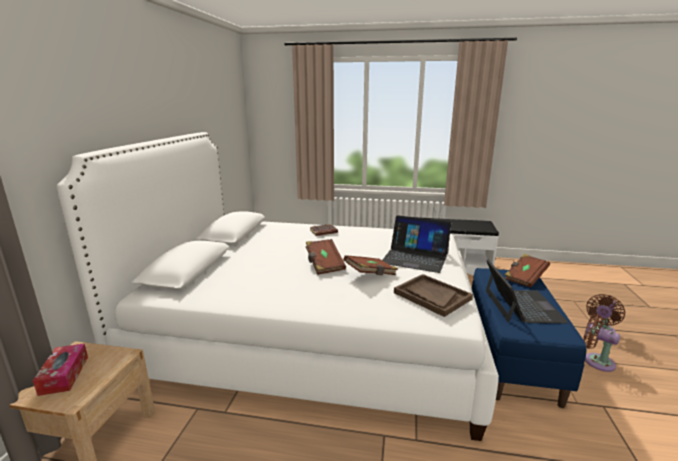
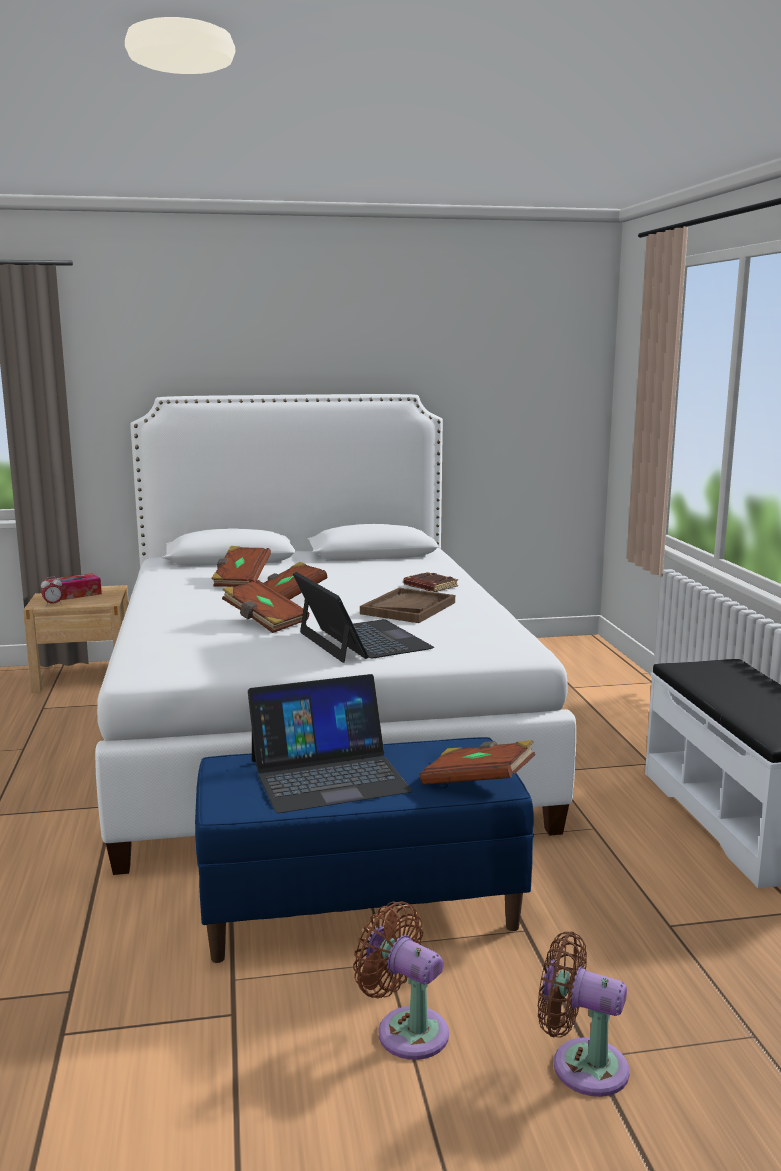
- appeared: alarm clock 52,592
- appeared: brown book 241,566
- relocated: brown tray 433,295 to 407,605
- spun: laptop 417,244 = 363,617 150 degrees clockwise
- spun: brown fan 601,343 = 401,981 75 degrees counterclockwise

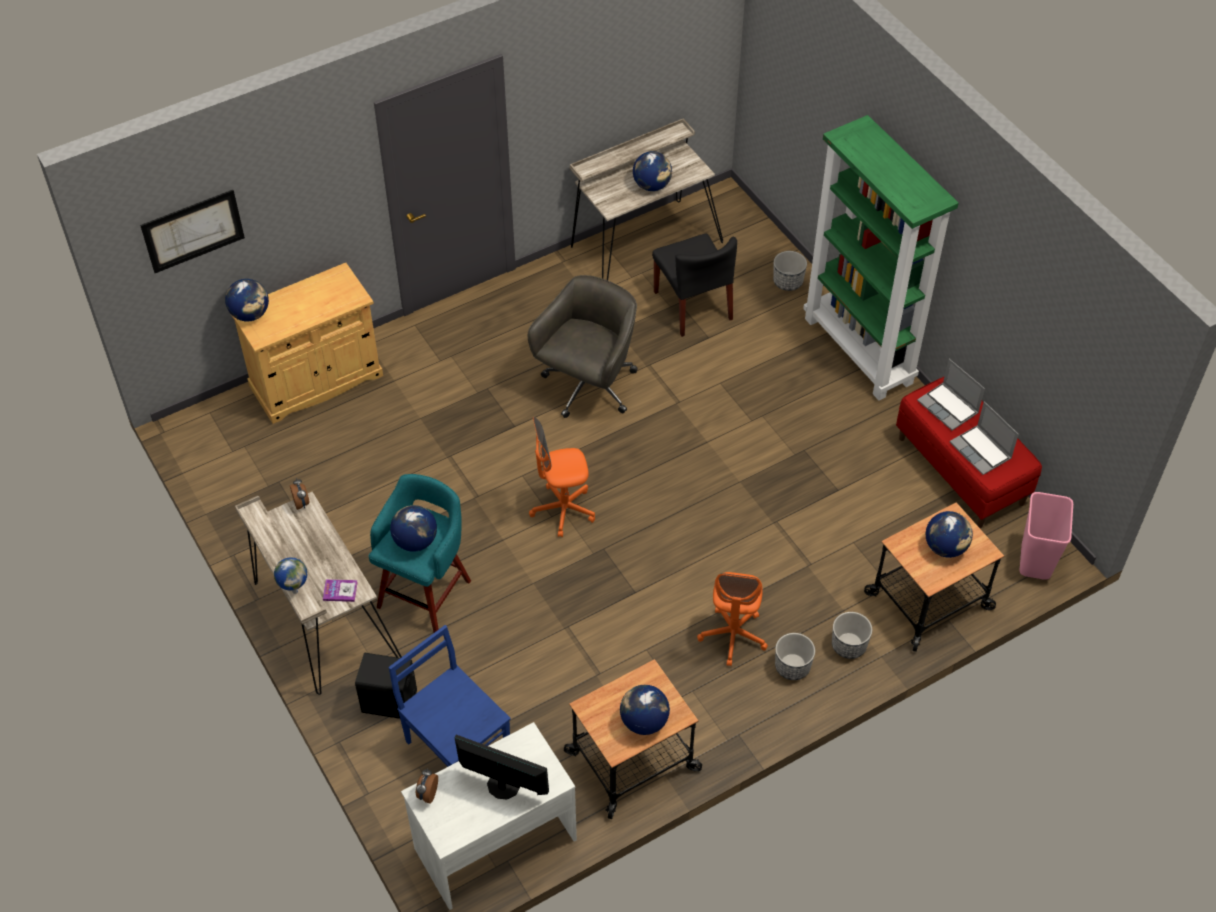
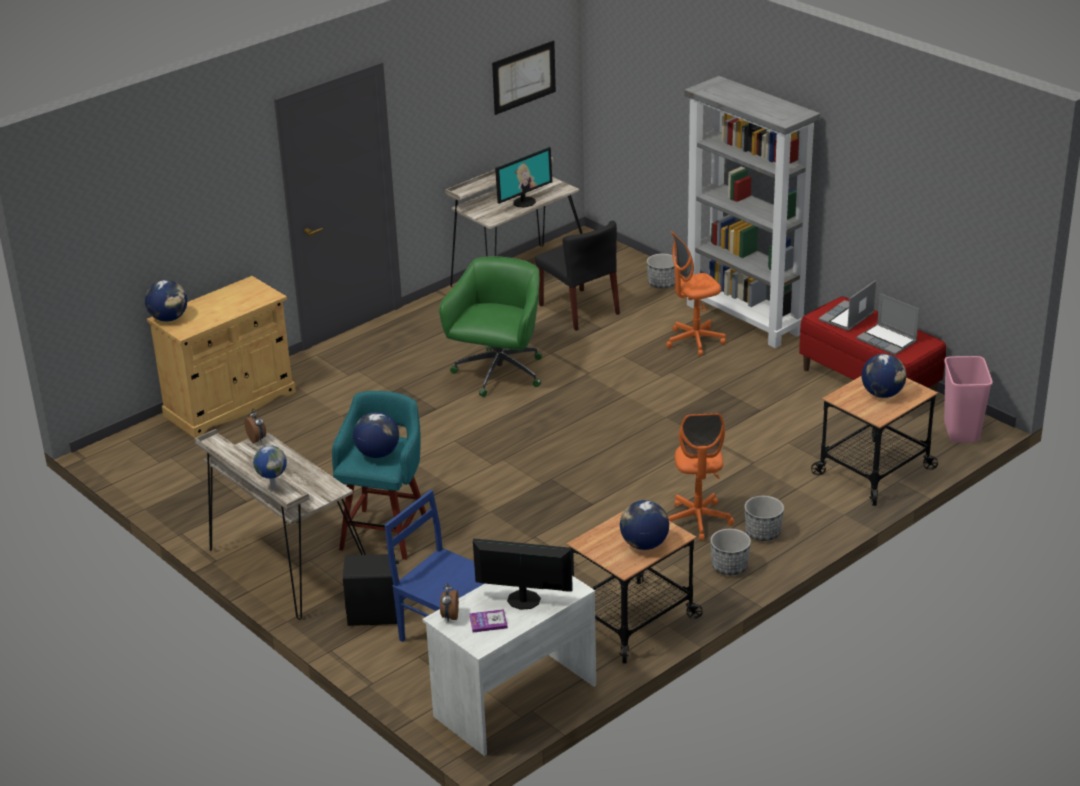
- relocated: picture 192,231 to 524,78
- relocated: book 340,590 to 488,620
- relocated: orange office chair 562,477 to 696,293
- relocated: planter 852,635 to 731,552
- exchanged: globe 652,171 to monitor 523,177
- colour: grey office chair 583,346 to green office chair 490,326
- colour: green bookcase 881,258 to grey bookcase 752,212
- spun: laptop 951,394 = 847,305 90 degrees clockwise

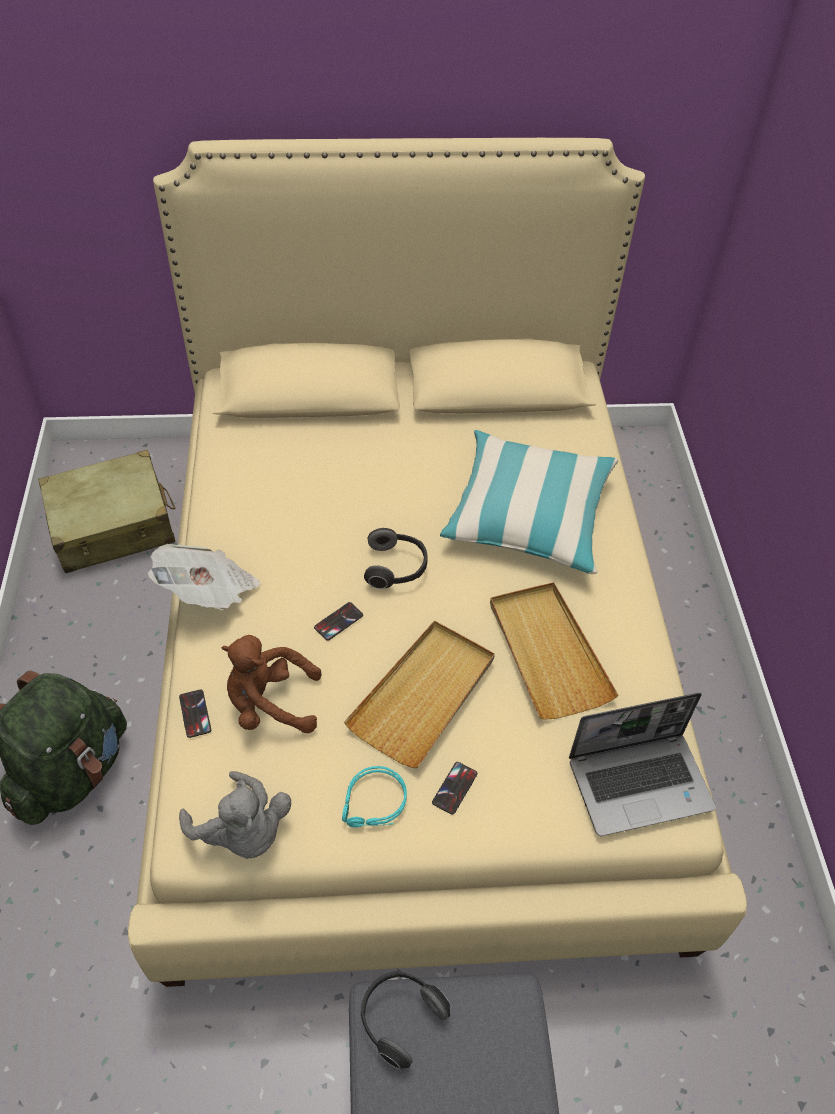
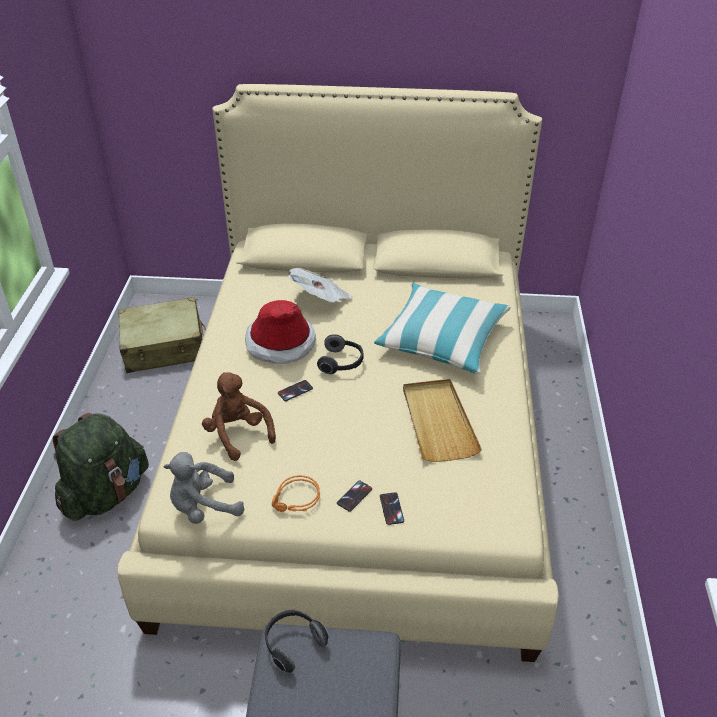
- missing: beige tray 419,694
- missing: laptop 642,764
- appeared: hat 280,332
- relocated: newspaper 203,577 to 320,285
- relocated: phone 195,713 to 392,508
- colour: turquoise headphones 374,797 to orange headphones 296,493
- spun: grey plush toy 235,815 = 204,488 105 degrees clockwise
- spun: brown plush toy 271,684 = 239,416 45 degrees clockwise

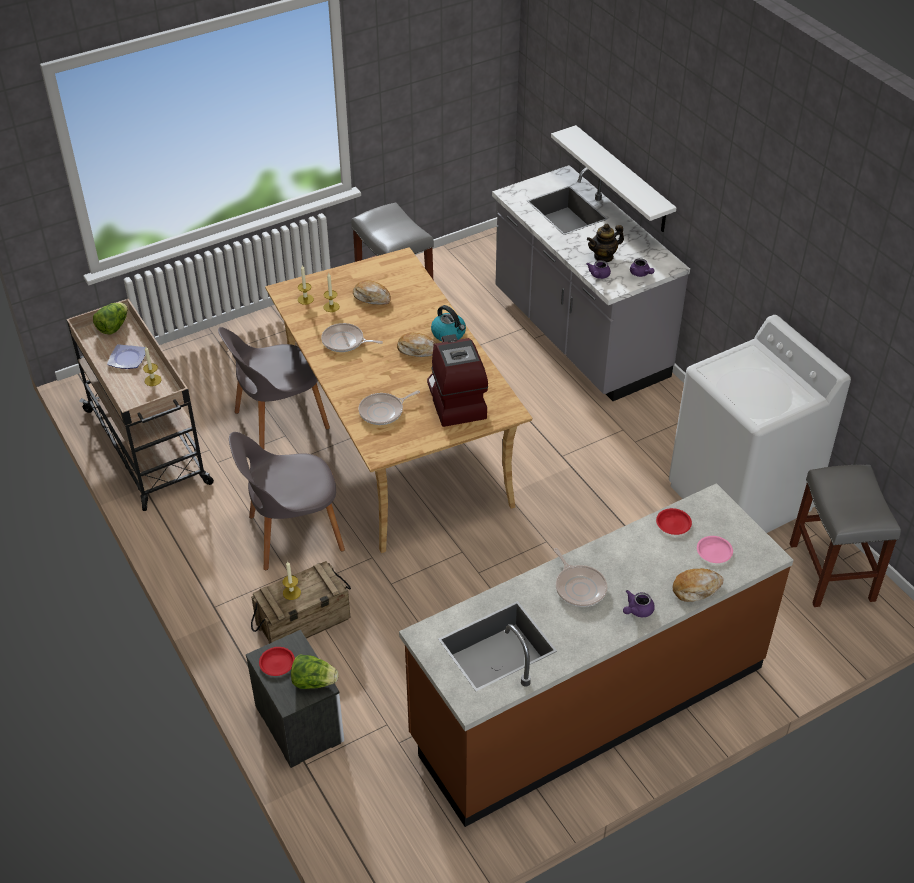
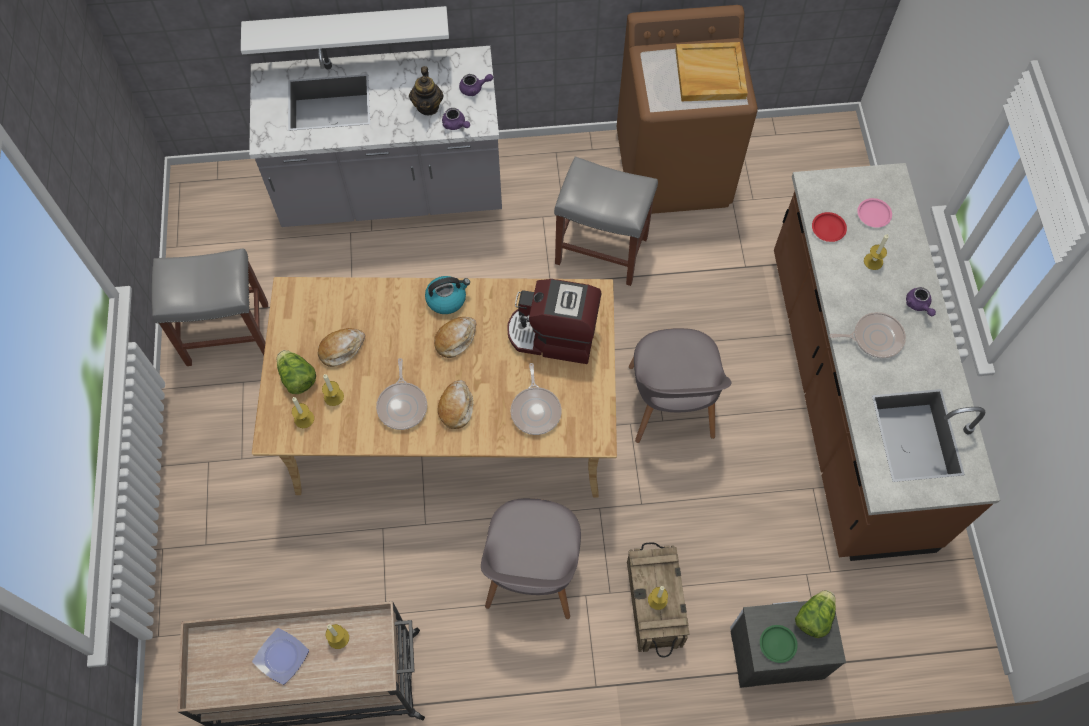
- appeared: beige tray 711,71
- appeared: candle 876,252
- relocated: lettuce 110,318 to 296,372
- relocated: grey chair 274,388 to 680,385
- relocated: bread 698,585 to 455,404
- relocated: grey stool 845,536 to 606,221
- colour: red plate 277,661 to green plate 779,644
- colour: white washing machine 760,424 to brown washing machine 687,109
- spun: frying pan 352,337 = 401,394 45 degrees counterclockwise

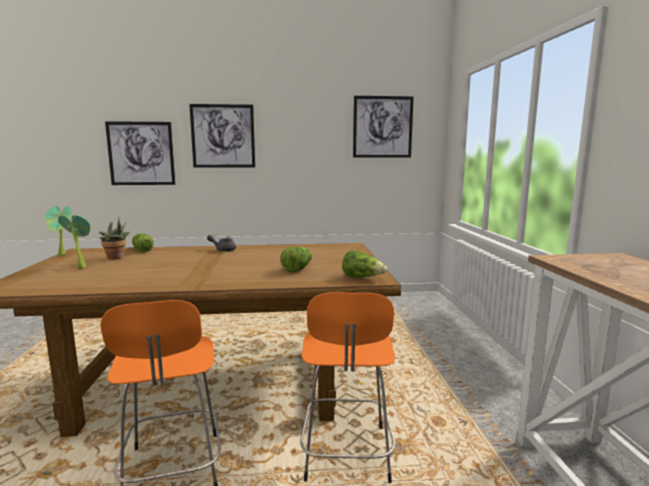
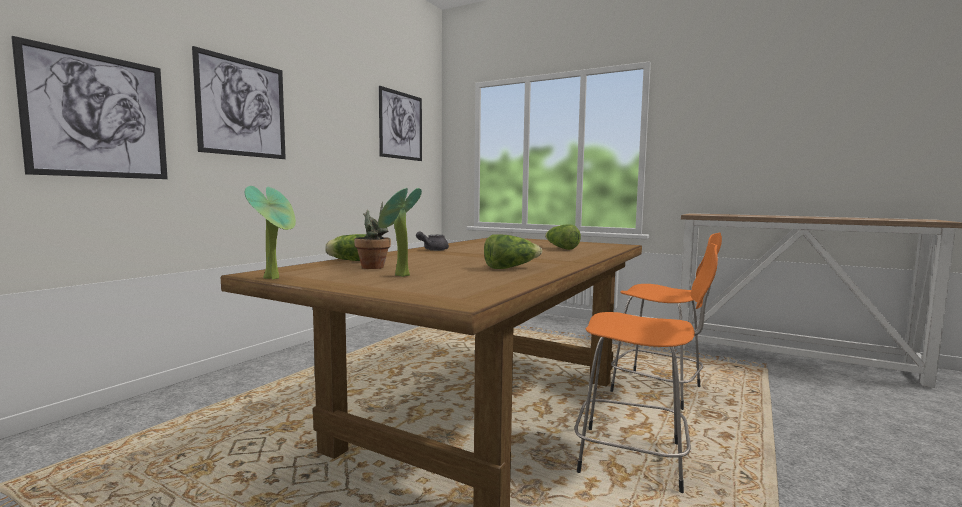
- relocated: lettuce 364,263 to 513,251

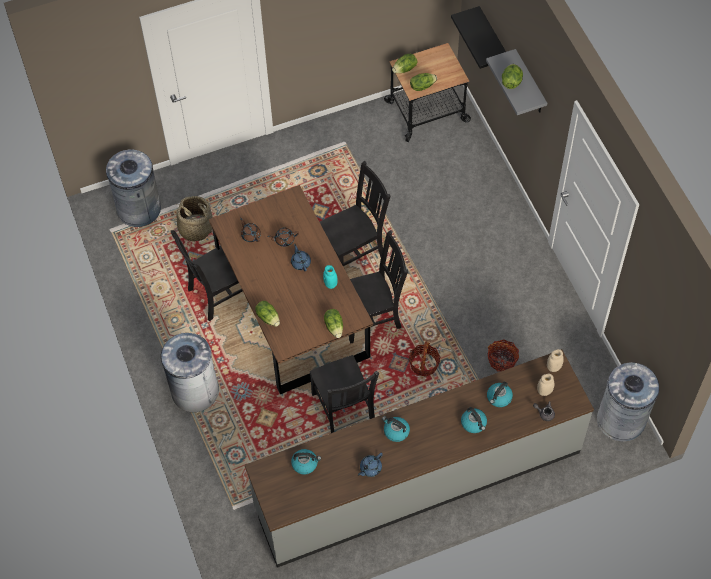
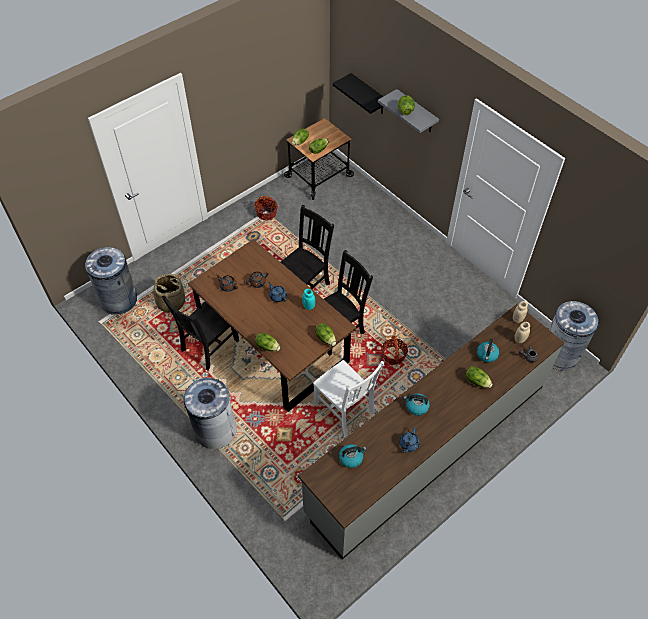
- relocated: basket 503,355 to 266,208
- exchanged: kettle 474,420 to lettuce 479,377
- colour: black chair 344,394 to white chair 349,398

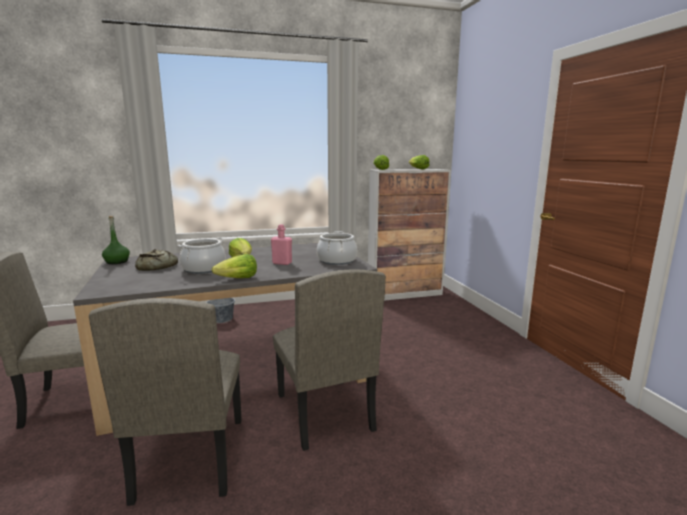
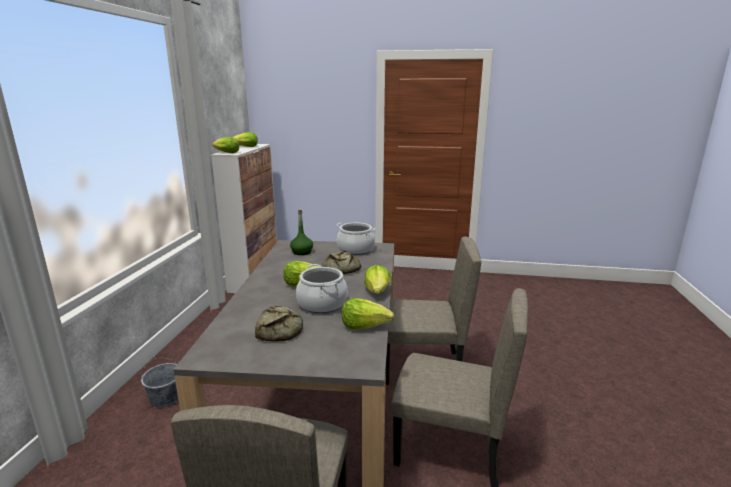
- appeared: lettuce 368,313
- relocated: green bottle 116,240 to 301,232
- exchanged: pink bottle 281,244 to bread 341,262

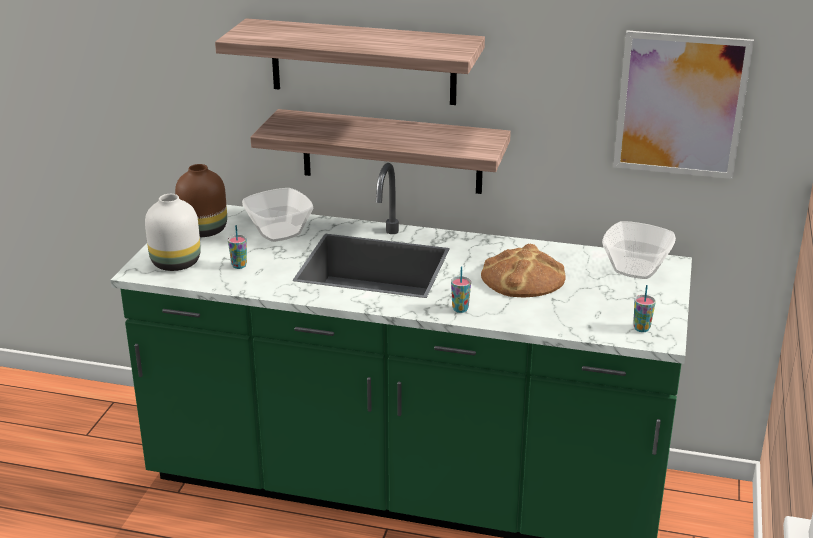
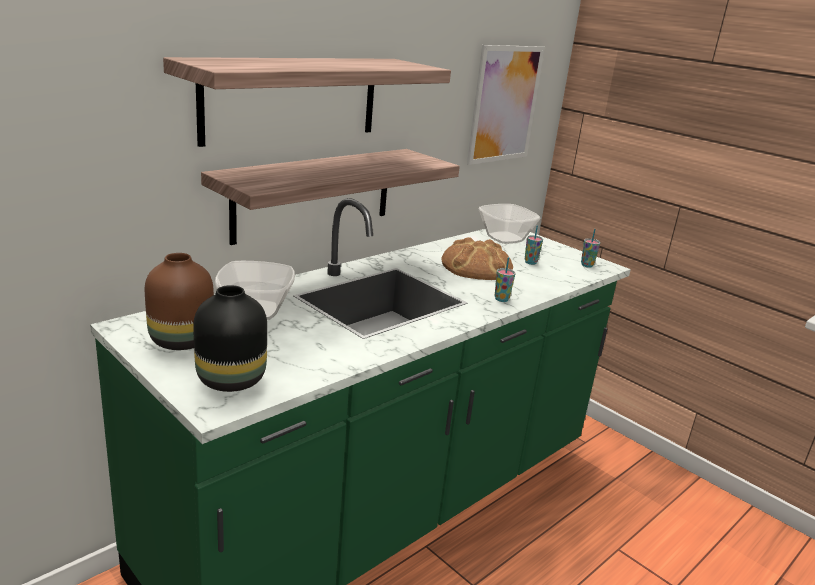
- relocated: cup 237,247 to 534,245
- colour: white vase 173,232 to black vase 230,338

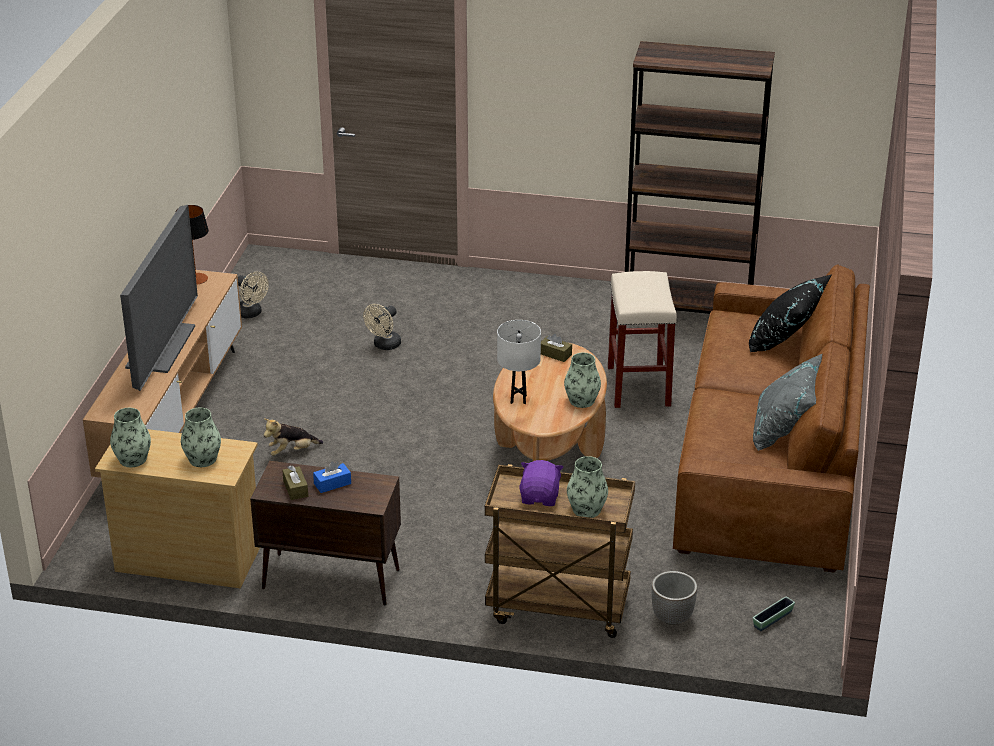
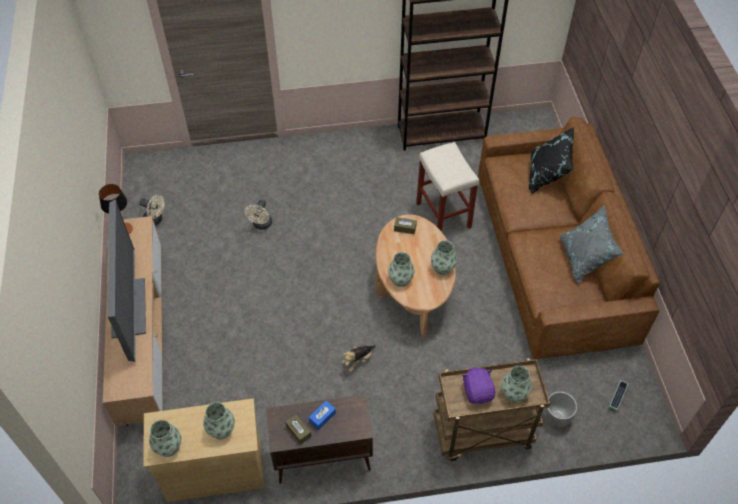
- relocated: plush toy 293,437 to 358,358
- exchanged: white table lamp 519,362 to vase 401,269

